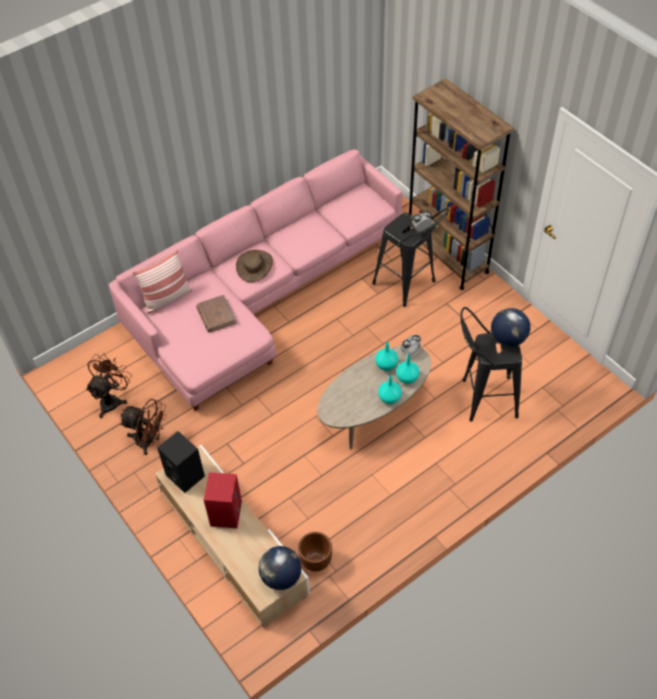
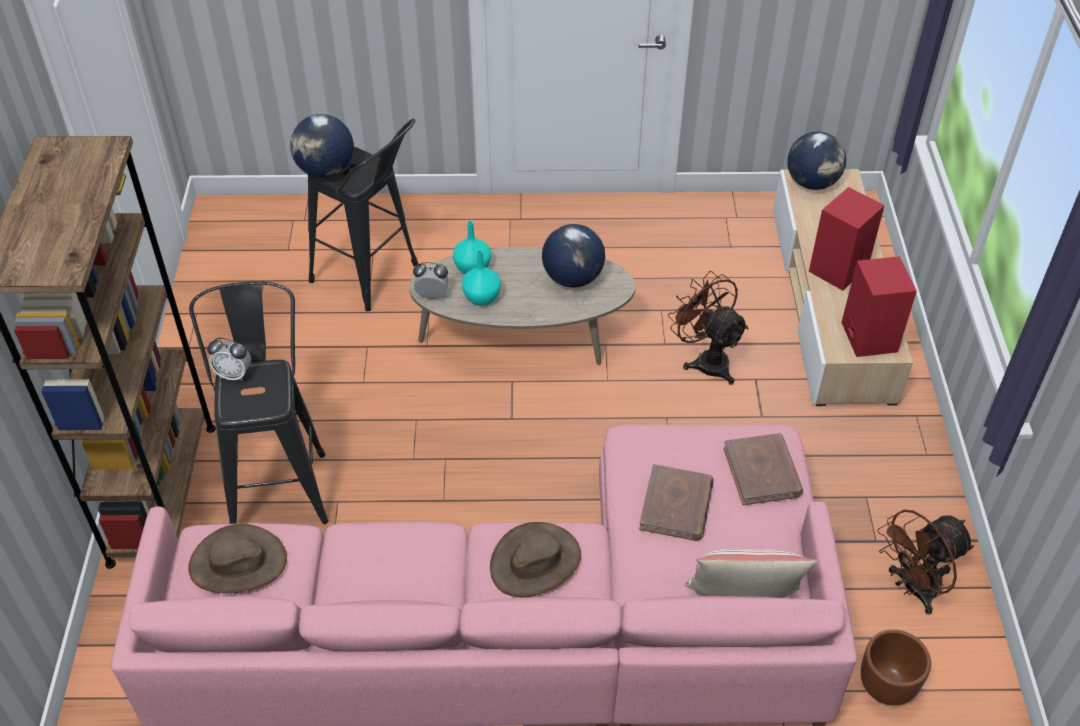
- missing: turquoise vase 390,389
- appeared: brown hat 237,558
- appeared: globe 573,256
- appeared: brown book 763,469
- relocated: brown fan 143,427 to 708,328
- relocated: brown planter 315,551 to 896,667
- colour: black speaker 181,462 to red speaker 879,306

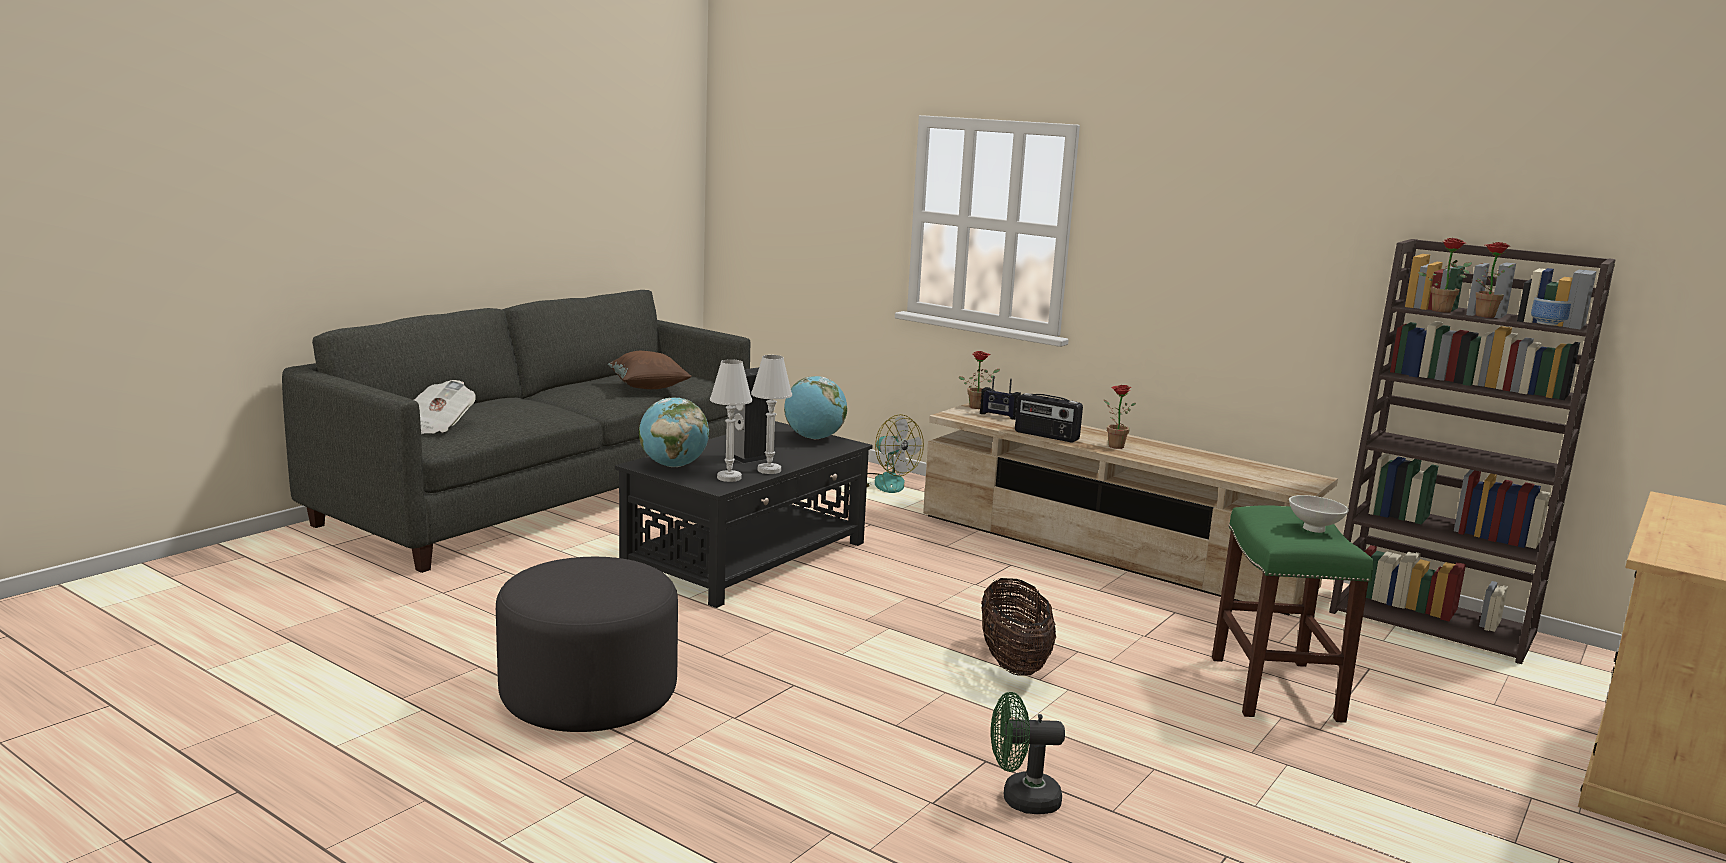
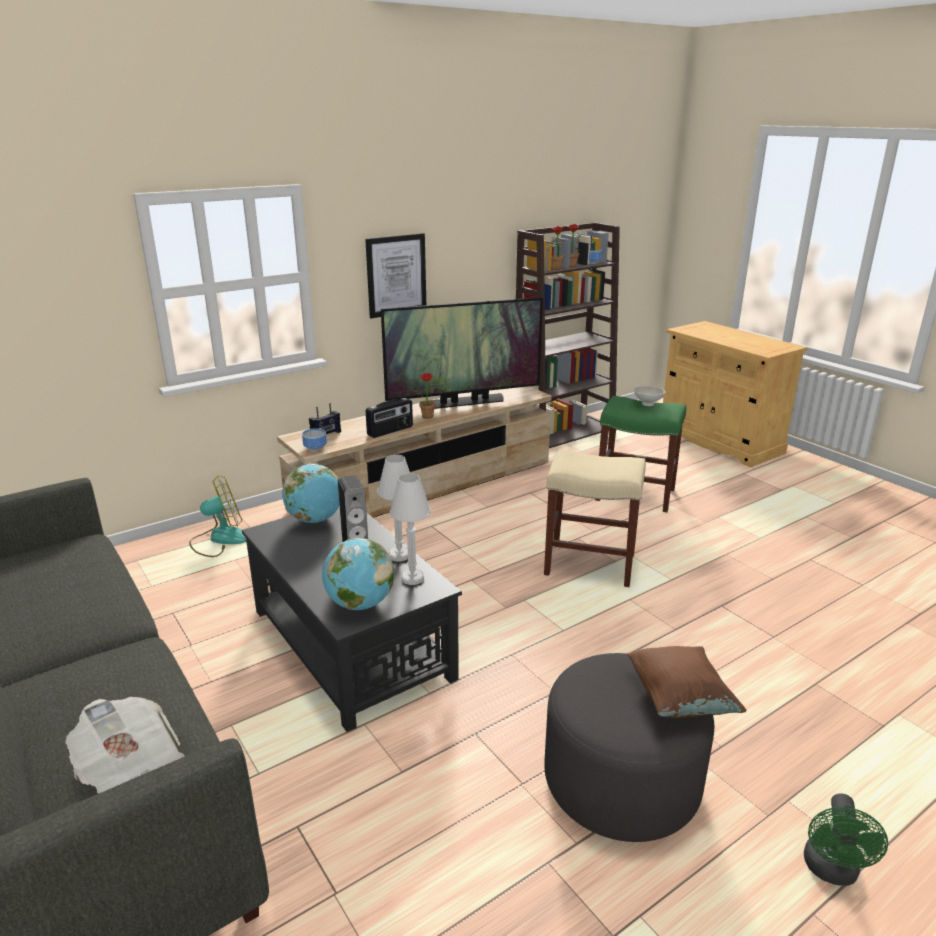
- missing: potted plant 979,380
- appeared: bowl 314,439
- appeared: picture 395,276
- appeared: television 462,353
- relocated: brown pillow 650,370 to 686,682
- relocated: green fan 1028,753 to 846,839
- exchanged: basket 1018,627 to beige stool 595,518

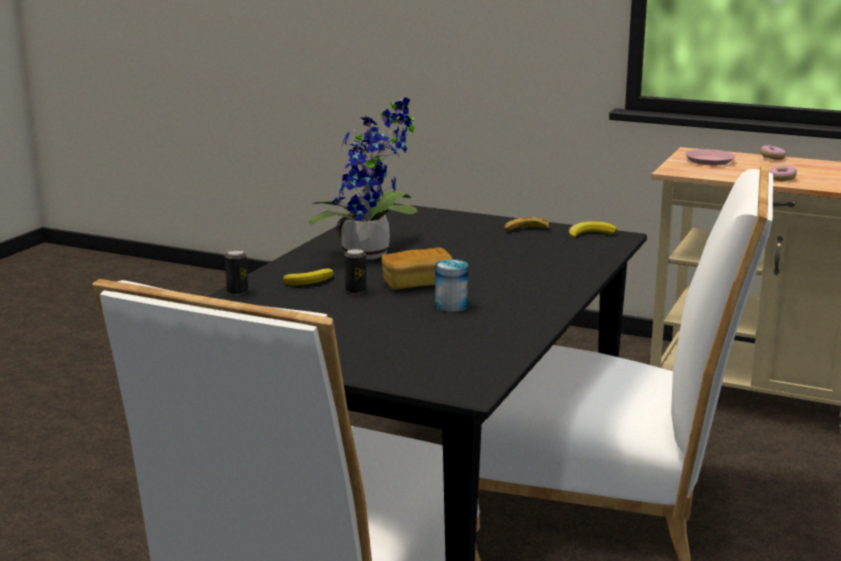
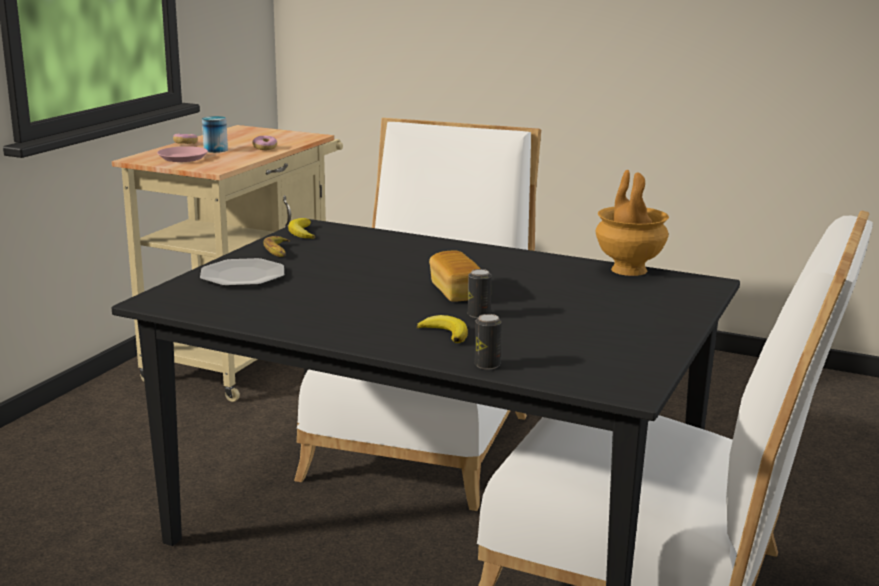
- missing: potted plant 362,178
- appeared: plate 242,272
- appeared: brown vase 632,223
- relocated: can 451,285 to 215,134

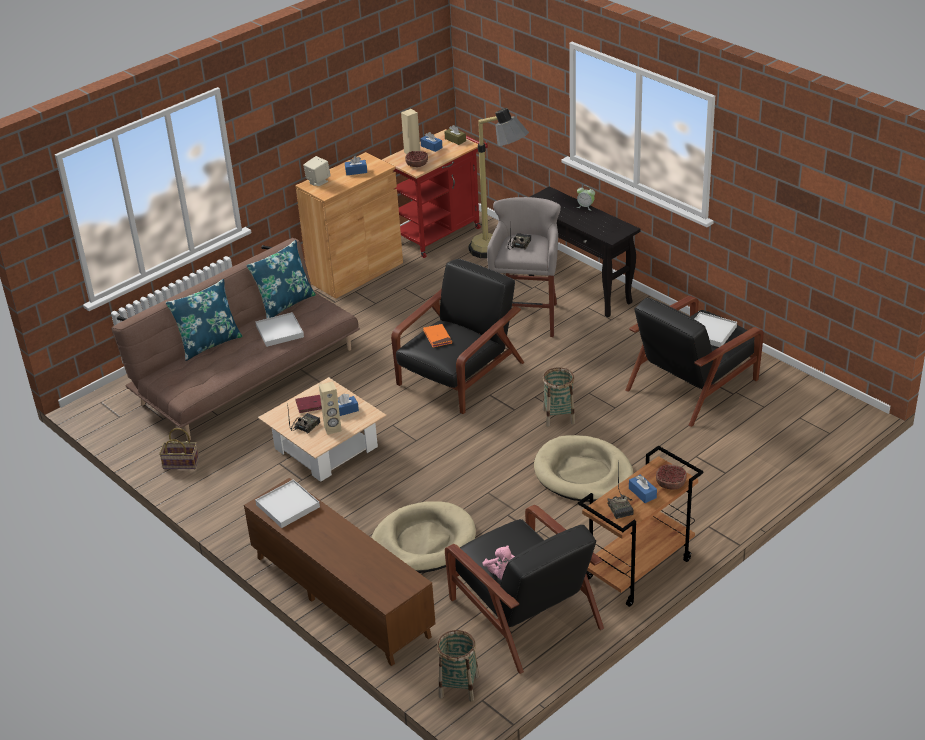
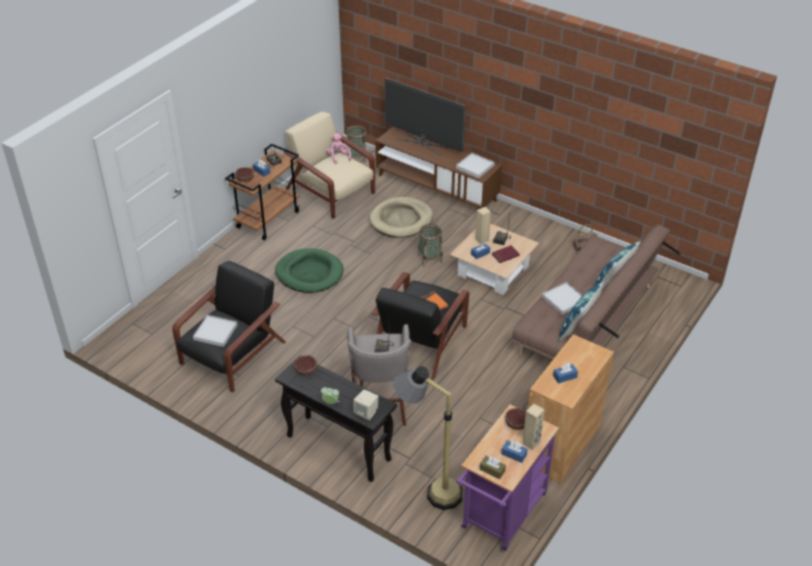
- appeared: bowl 305,365
- appeared: television 425,117
- relocated: beige speaker 317,171 to 365,404
- relocated: basket 559,397 to 430,245
- colour: red cart 435,193 to purple cart 507,478
- colour: black armchair 524,589 to beige armchair 329,165
- colour: beige dog bed 583,468 to green dog bed 309,270

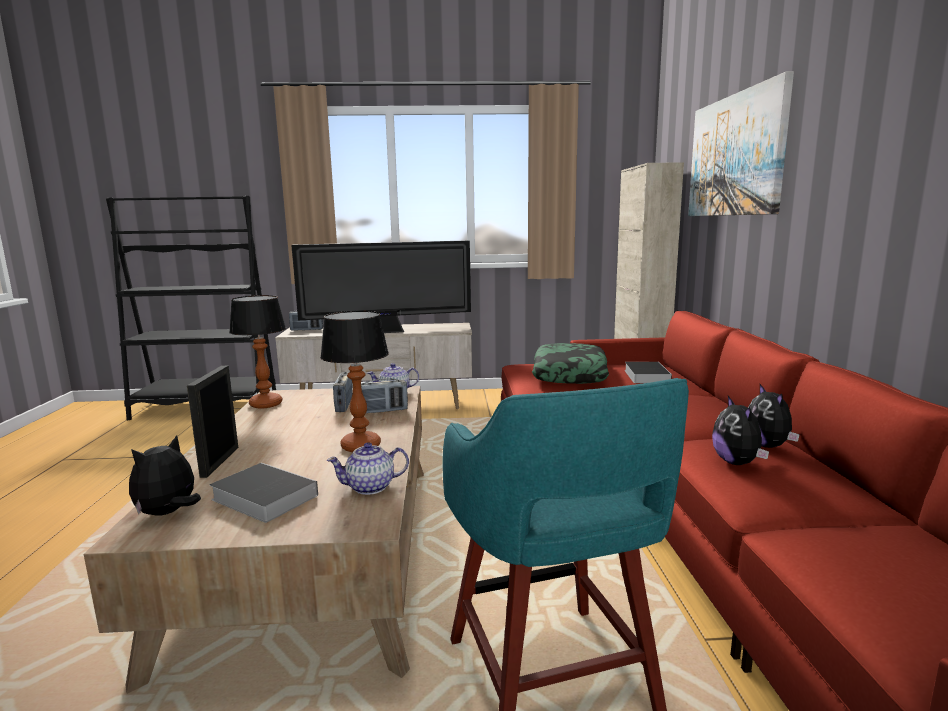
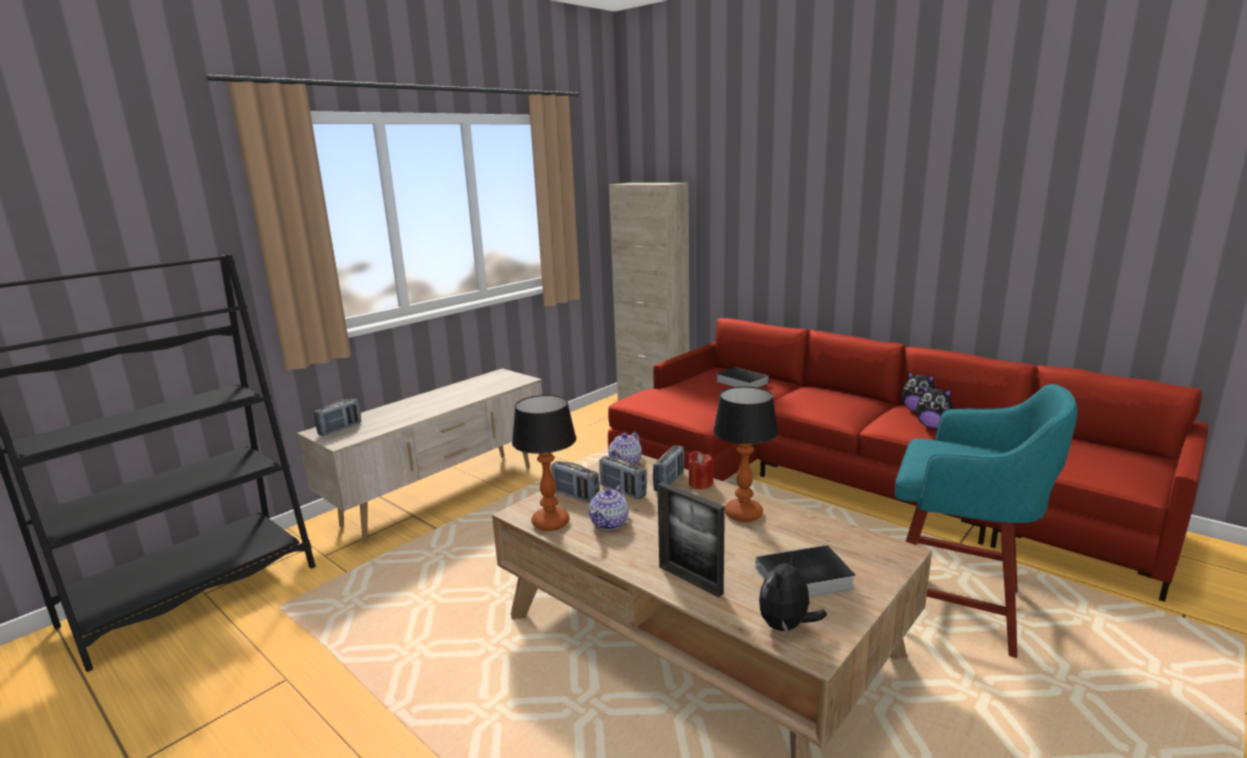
- missing: television 381,286
- missing: pillow 570,363
- missing: picture 741,143
- appeared: radio 575,482
- appeared: red candle 700,470
- relocated: teapot 368,468 to 609,507
- spun: plush toy 165,475 = 793,593 45 degrees clockwise

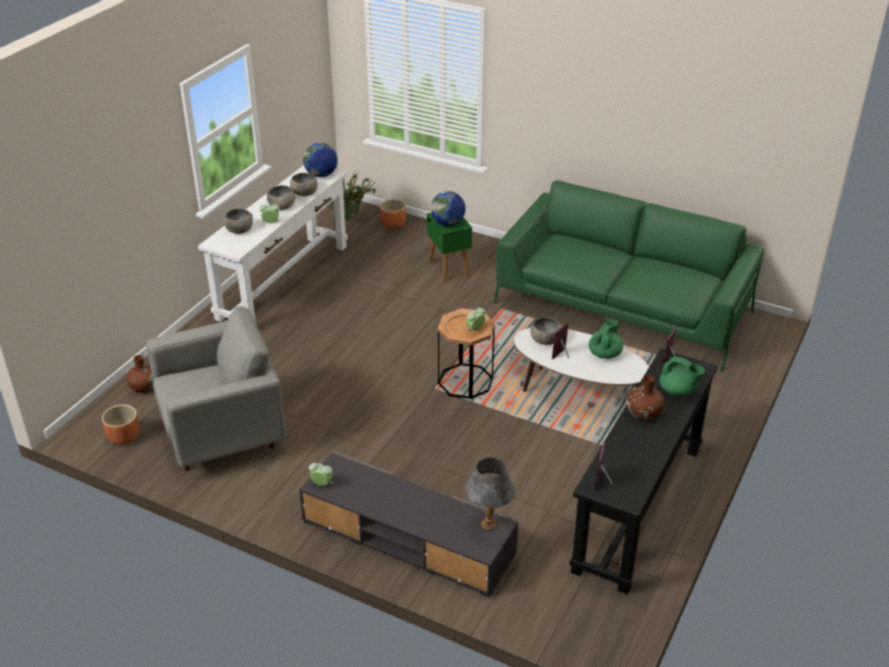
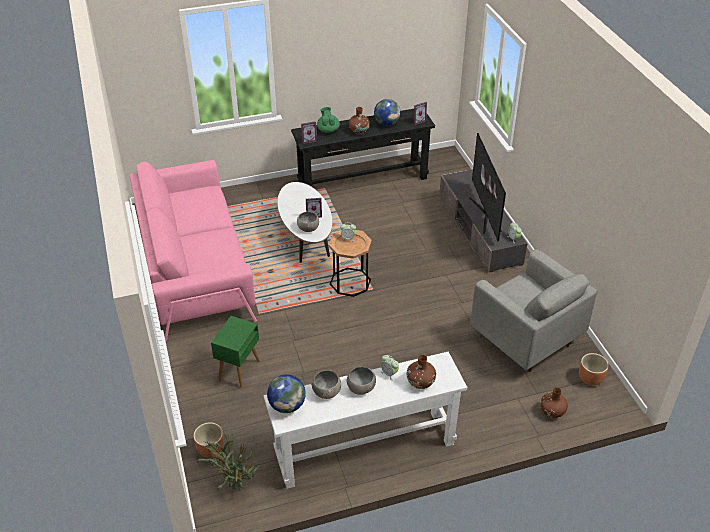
- missing: grey table lamp 490,494
- missing: green teapot 605,339
- appeared: television 487,187
- relocated: globe 448,208 to 387,112
- exchanged: grey bowl 238,221 to brown vase 421,372
- colour: green sofa 628,276 to pink sofa 193,250
- spun: grey armchair 216,388 = 533,310 150 degrees counterclockwise

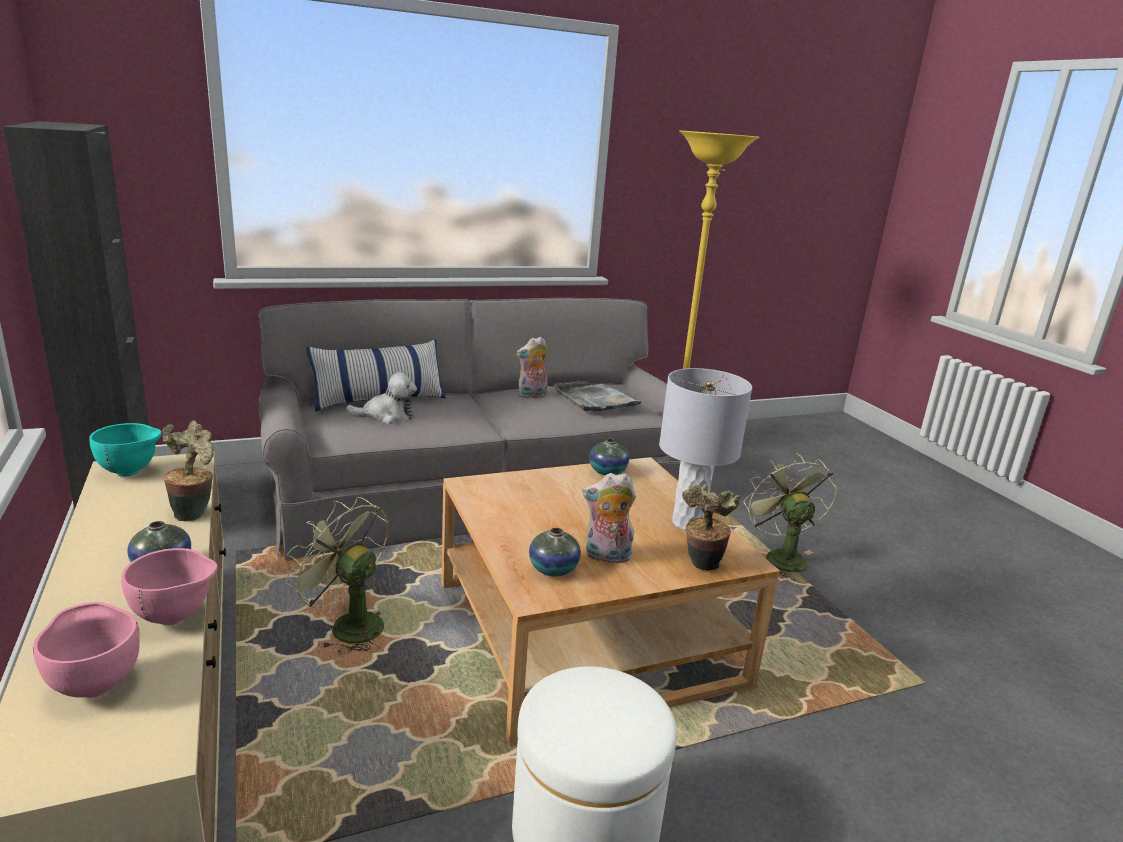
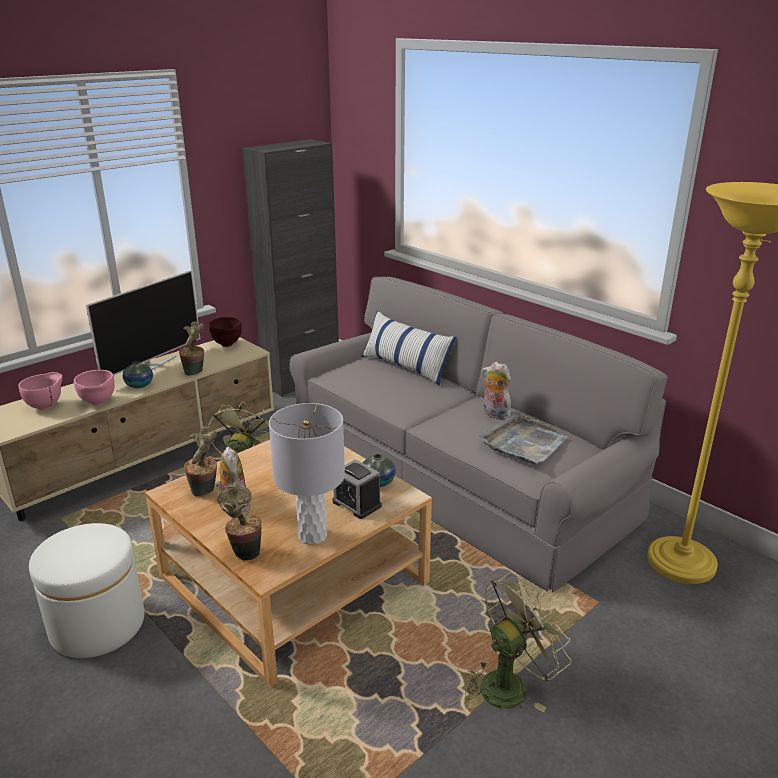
- missing: plush toy 381,398
- appeared: television 143,323
- appeared: alarm clock 357,489
- exchanged: vase 555,552 to potted plant 200,461
- colour: turquoise bowl 125,450 to brown bowl 225,332

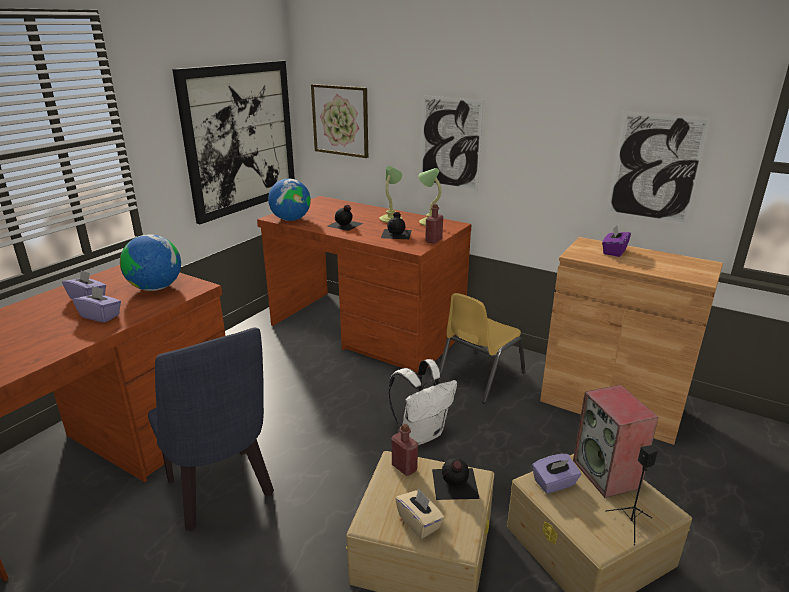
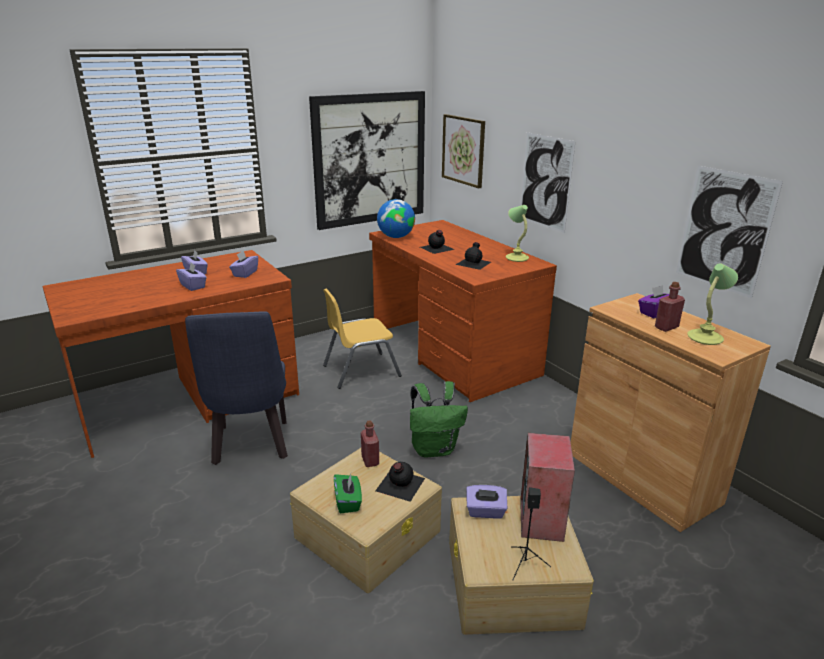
- relocated: table lamp 390,194 to 712,304
- relocated: red bottle 434,224 to 670,307
- relocated: yellow chair 482,348 to 362,339
- exchanged: globe 150,262 to purple tissue box 243,264
- colour: white backpack 422,402 to green backpack 439,419
- colour: beige tissue box 420,514 to green tissue box 348,493

